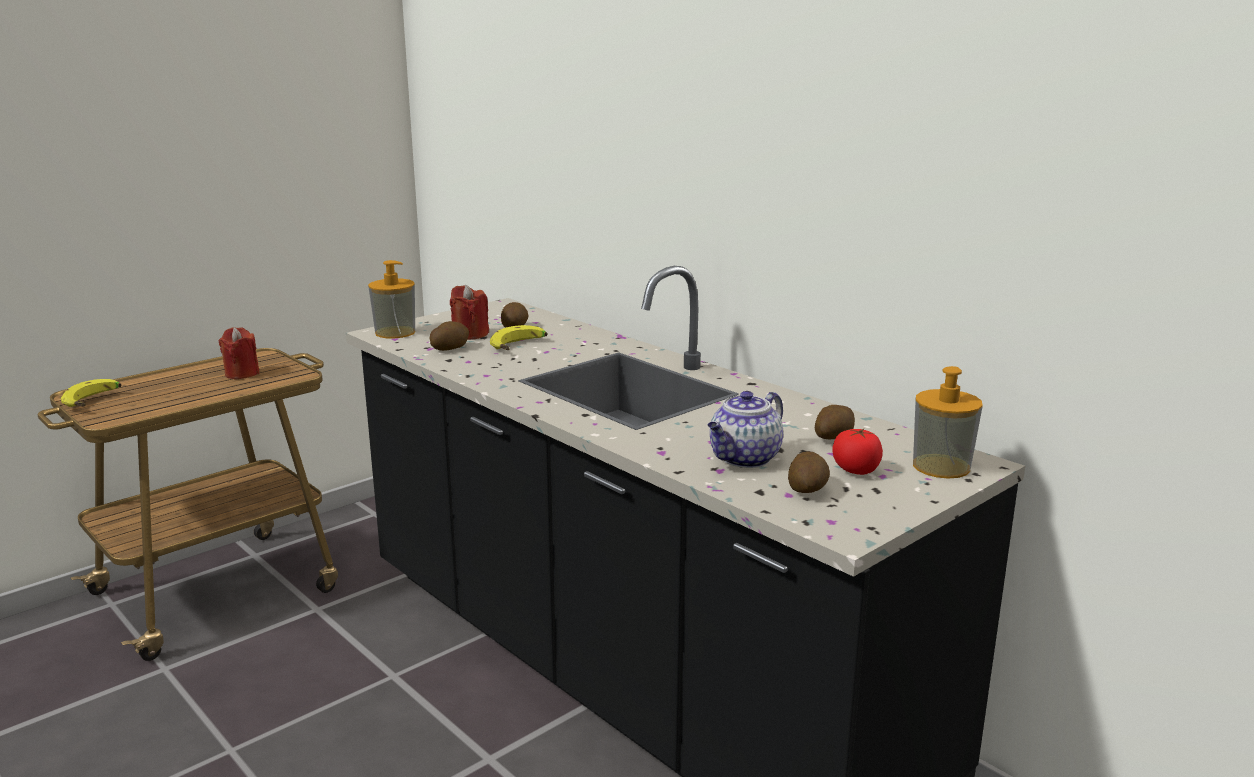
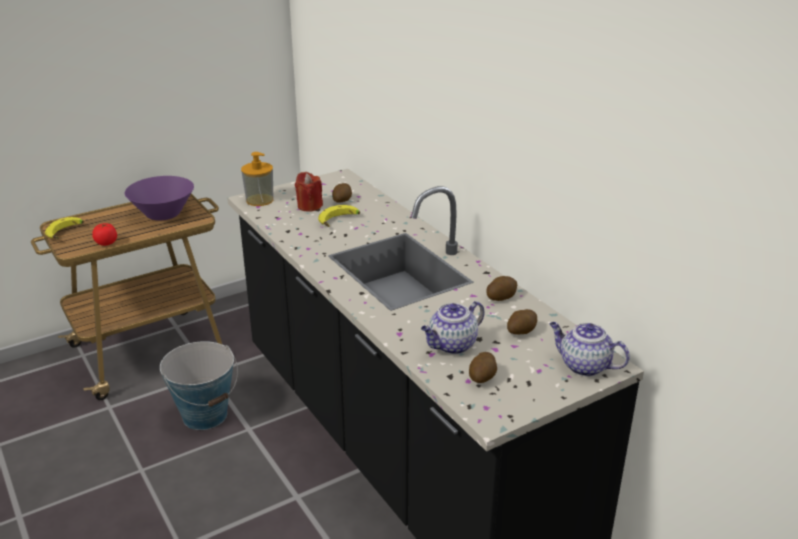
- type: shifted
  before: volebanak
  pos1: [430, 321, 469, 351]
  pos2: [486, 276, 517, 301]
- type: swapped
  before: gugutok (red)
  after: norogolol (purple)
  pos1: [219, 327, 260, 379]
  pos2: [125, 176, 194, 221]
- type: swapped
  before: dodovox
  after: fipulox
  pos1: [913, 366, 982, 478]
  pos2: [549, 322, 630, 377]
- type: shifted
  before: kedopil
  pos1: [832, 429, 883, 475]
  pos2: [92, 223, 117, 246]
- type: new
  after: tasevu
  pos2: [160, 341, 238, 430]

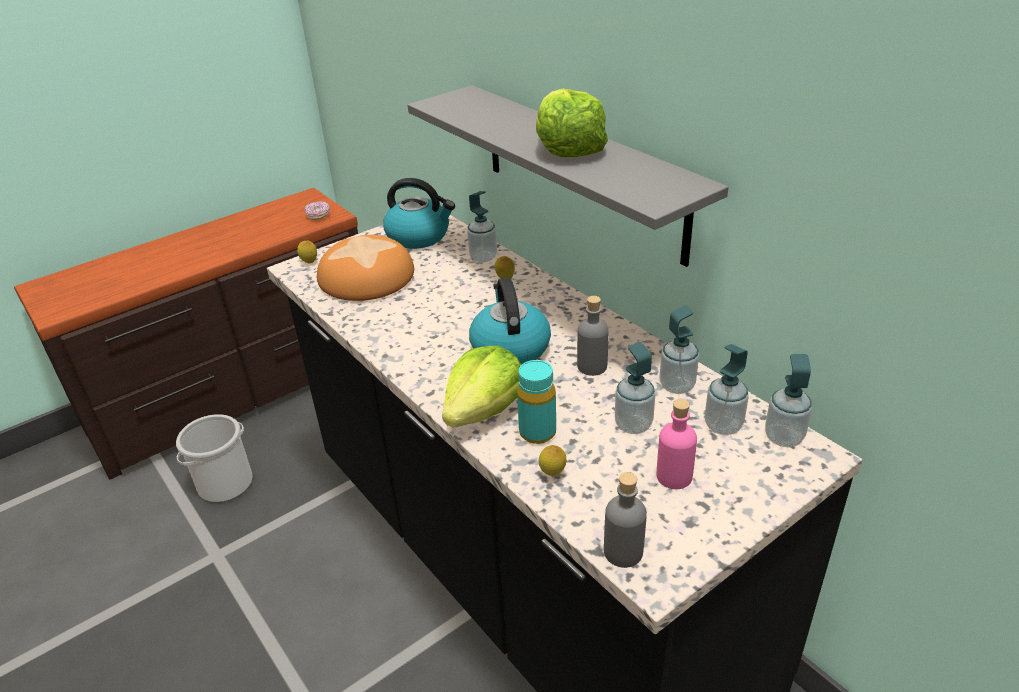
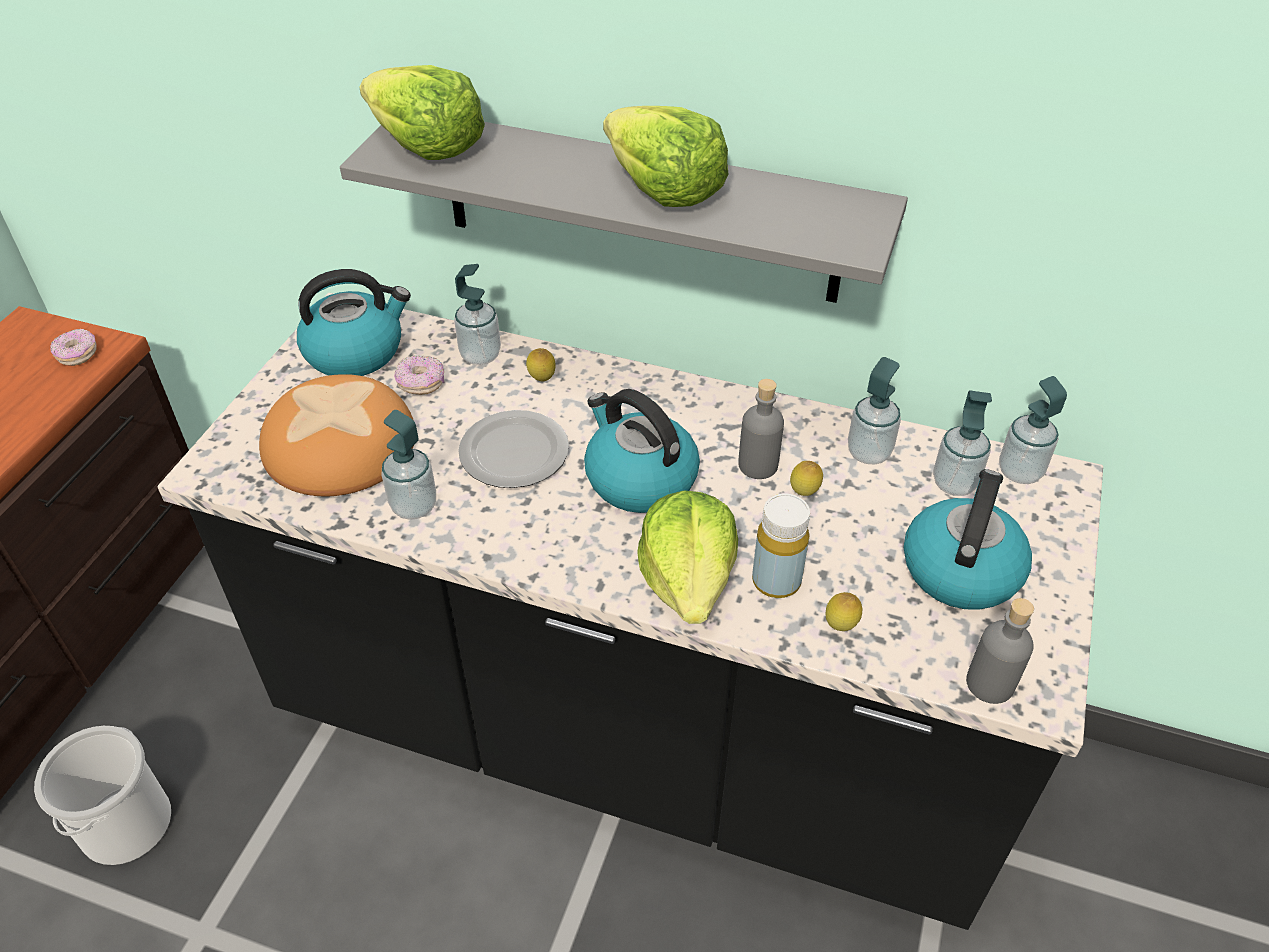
- type: shifted
  before: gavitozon
  pos1: [297, 241, 317, 264]
  pos2: [790, 461, 823, 496]
- type: shifted
  before: dodovox
  pos1: [615, 342, 655, 434]
  pos2: [382, 410, 436, 520]
- type: repainted
  before: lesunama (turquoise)
  after: lesunama (yellow)
  pos1: [517, 360, 556, 444]
  pos2: [752, 494, 810, 598]
- type: swapped
  before: lesunama (pink)
  after: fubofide
  pos1: [657, 399, 697, 489]
  pos2: [904, 469, 1032, 610]
- type: new
  after: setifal
  pos2: [359, 65, 485, 160]
- type: new
  after: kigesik
  pos2: [394, 355, 444, 395]
- type: new
  after: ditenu
  pos2: [458, 410, 569, 488]

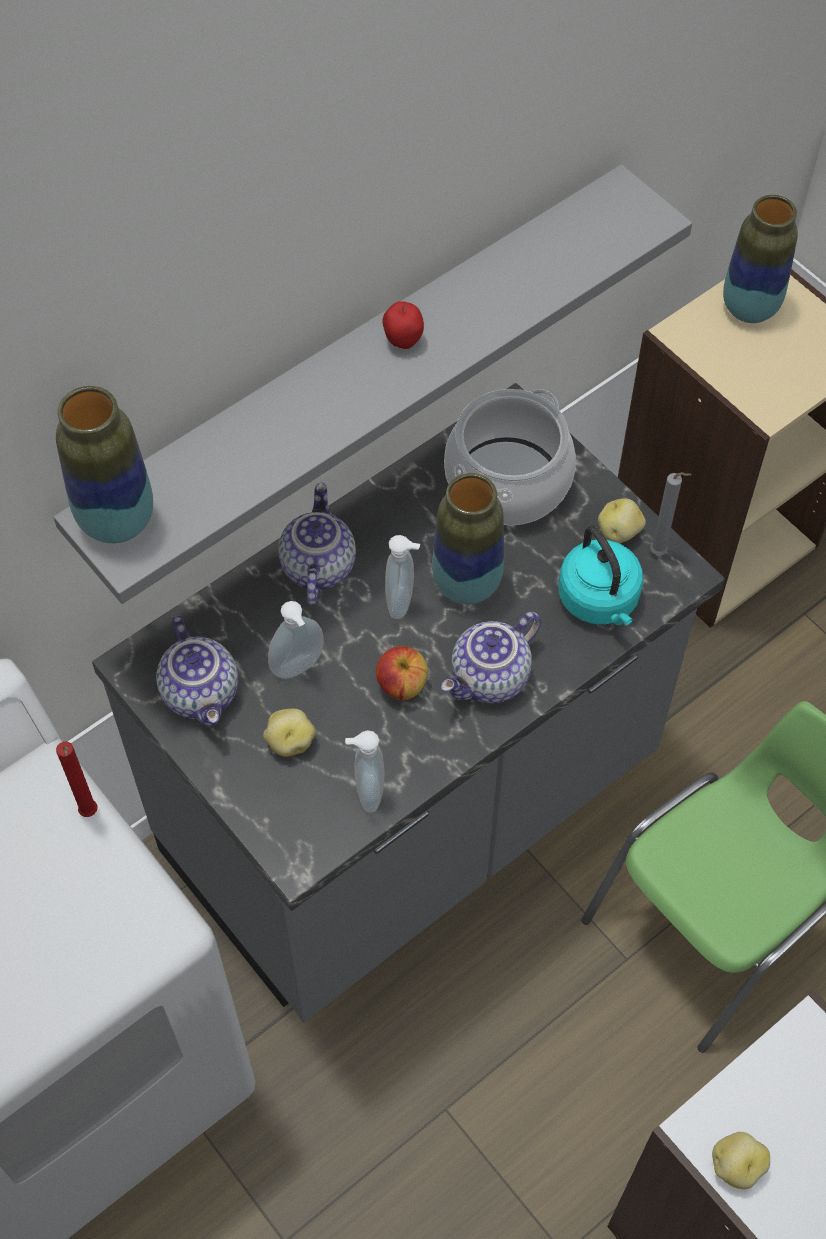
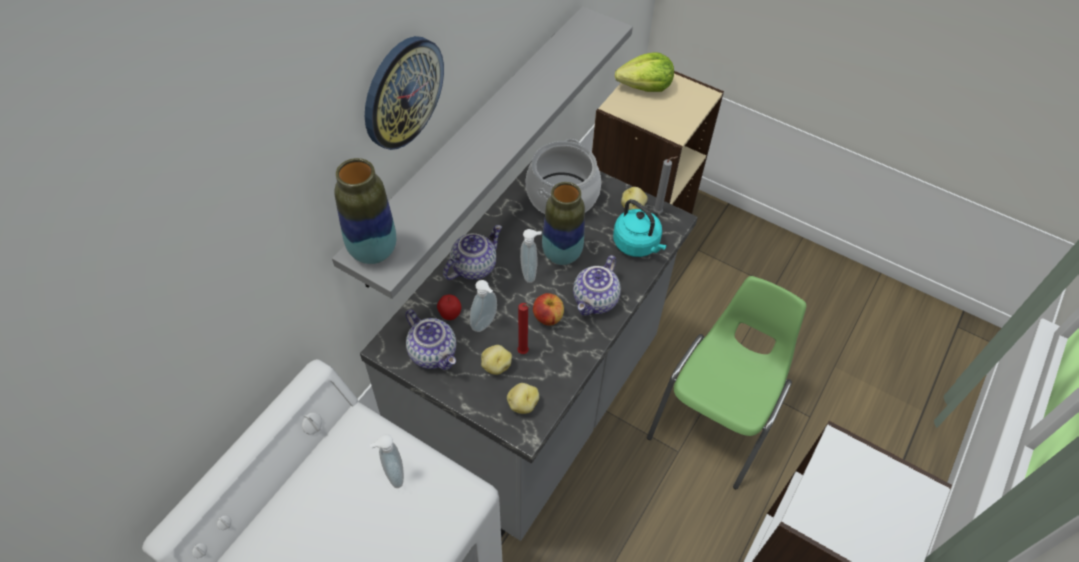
- type: swapped
  before: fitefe
  after: setifal
  pos1: [723, 195, 798, 323]
  pos2: [615, 52, 674, 92]
- type: shifted
  before: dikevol
  pos1: [382, 301, 424, 349]
  pos2: [437, 295, 461, 320]
- type: rotated
  before: fipulox
  pos1: [278, 483, 356, 605]
  pos2: [443, 225, 502, 280]
  turn: 60
- type: shifted
  before: dodovox
  pos1: [345, 730, 385, 813]
  pos2: [370, 434, 404, 488]
- type: shifted
  before: gugutok (red)
  pos1: [56, 742, 98, 817]
  pos2: [517, 303, 530, 354]
- type: shifted
  before: volebanak
  pos1: [712, 1132, 770, 1189]
  pos2: [507, 383, 539, 414]
- type: new
  after: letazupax
  pos2: [365, 36, 444, 150]

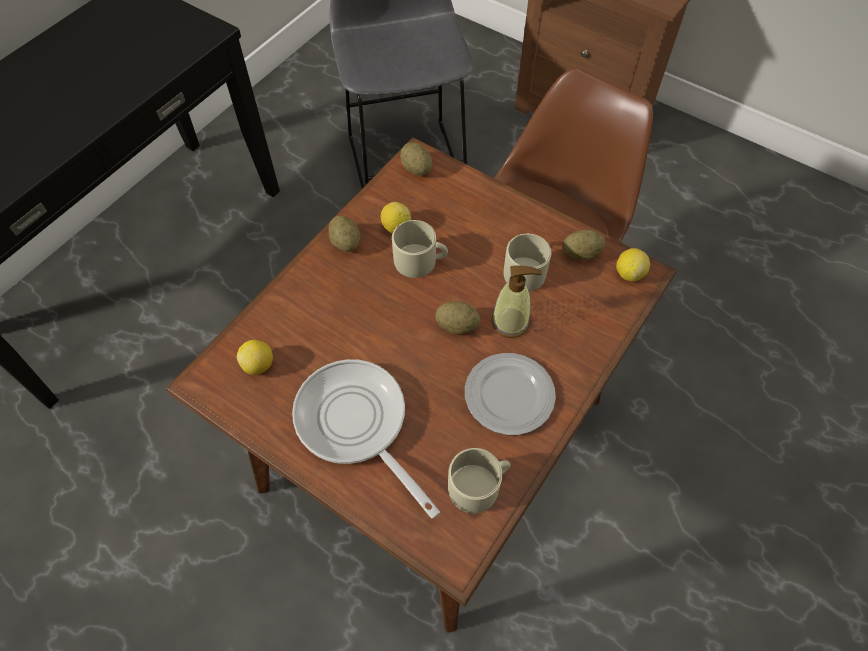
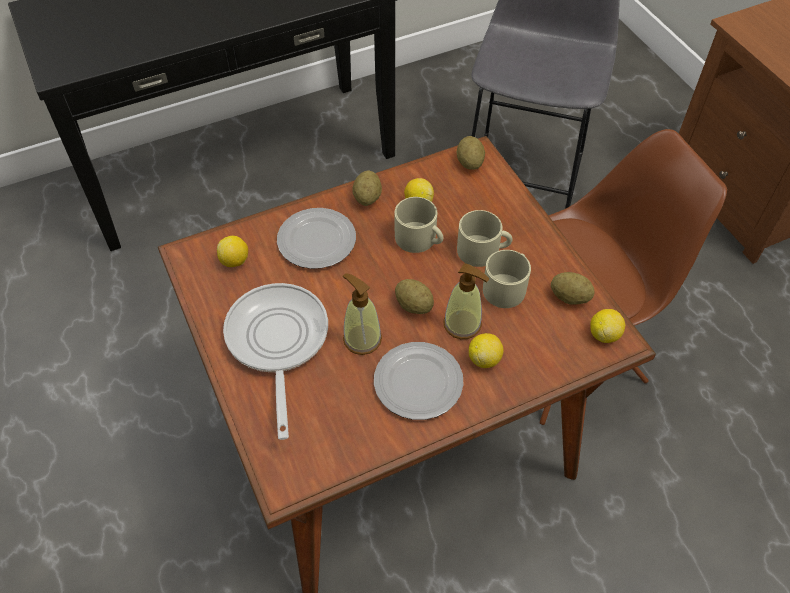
- type: shifted
  before: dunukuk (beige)
  pos1: [448, 448, 510, 514]
  pos2: [457, 210, 513, 267]
- type: new
  after: ditenu
  pos2: [277, 208, 356, 269]
- type: new
  after: dodovox
  pos2: [343, 273, 382, 355]
- type: new
  after: gavitozon
  pos2: [469, 333, 504, 368]

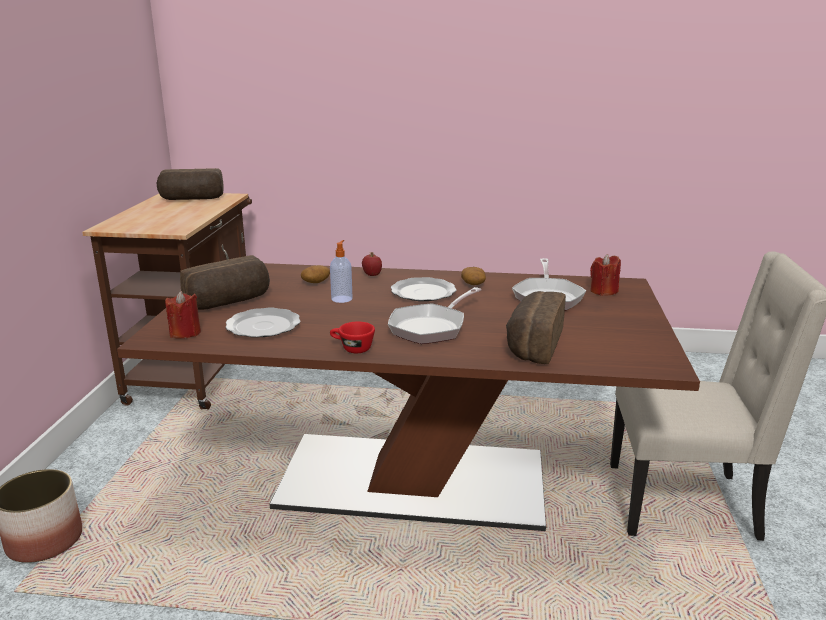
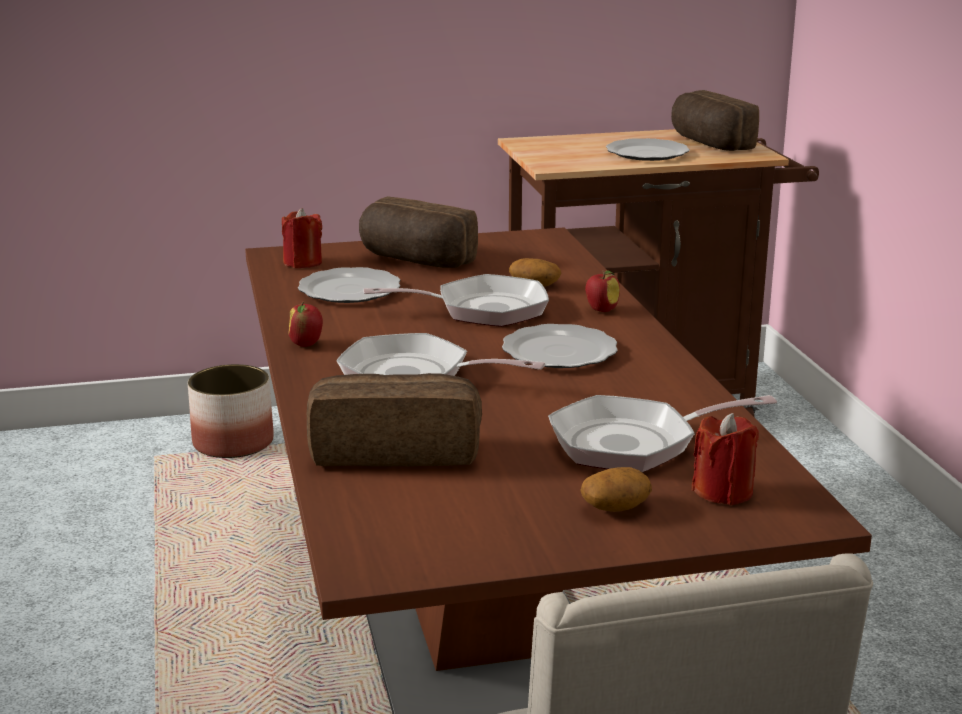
- type: swapped
  before: dodovox
  after: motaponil
  pos1: [330, 240, 353, 303]
  pos2: [363, 274, 549, 327]
- type: shifted
  before: volebanak
  pos1: [461, 267, 486, 285]
  pos2: [580, 467, 652, 512]
- type: swapped
  before: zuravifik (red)
  after: dikevol
  pos1: [330, 322, 375, 353]
  pos2: [288, 301, 323, 347]
- type: new
  after: ditenu
  pos2: [606, 138, 690, 161]

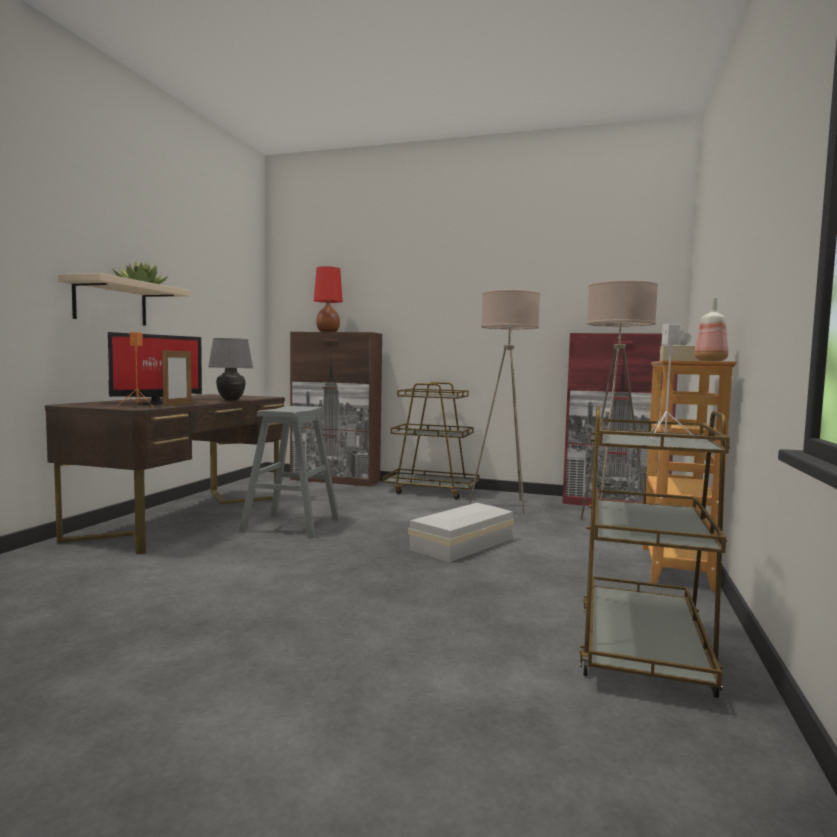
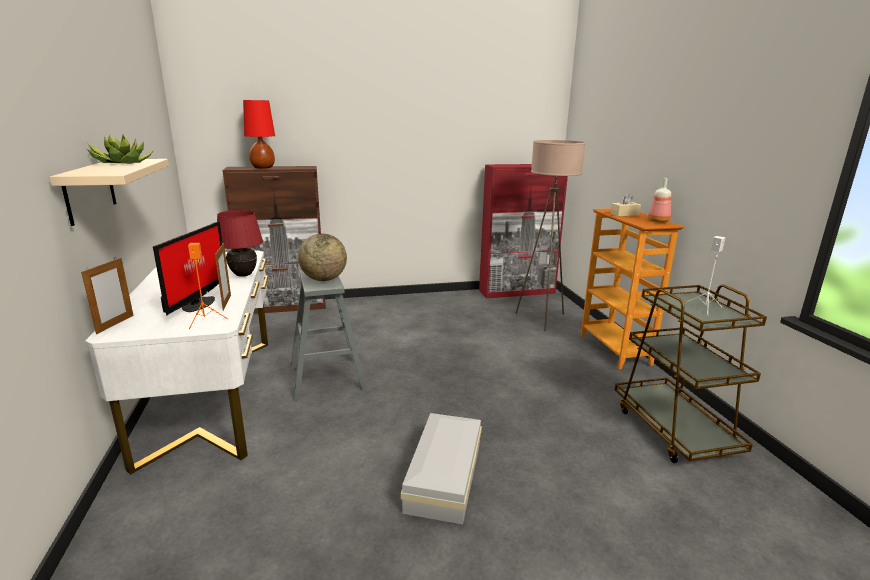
- type: gone
  before: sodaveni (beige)
  pos1: [469, 289, 540, 514]
- type: repainted
  before: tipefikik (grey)
  after: tipefikik (red)
  pos1: [208, 338, 253, 401]
  pos2: [217, 210, 263, 277]
- type: gone
  before: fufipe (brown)
  pos1: [382, 382, 480, 499]
- type: repainted
  before: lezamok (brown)
  after: lezamok (white)
  pos1: [45, 394, 285, 554]
  pos2: [85, 251, 269, 474]
- type: shifted
  before: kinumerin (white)
  pos1: [408, 503, 514, 562]
  pos2: [401, 413, 482, 524]
- type: new
  after: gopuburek
  pos2: [298, 234, 347, 281]
- type: new
  after: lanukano
  pos2: [81, 258, 134, 334]

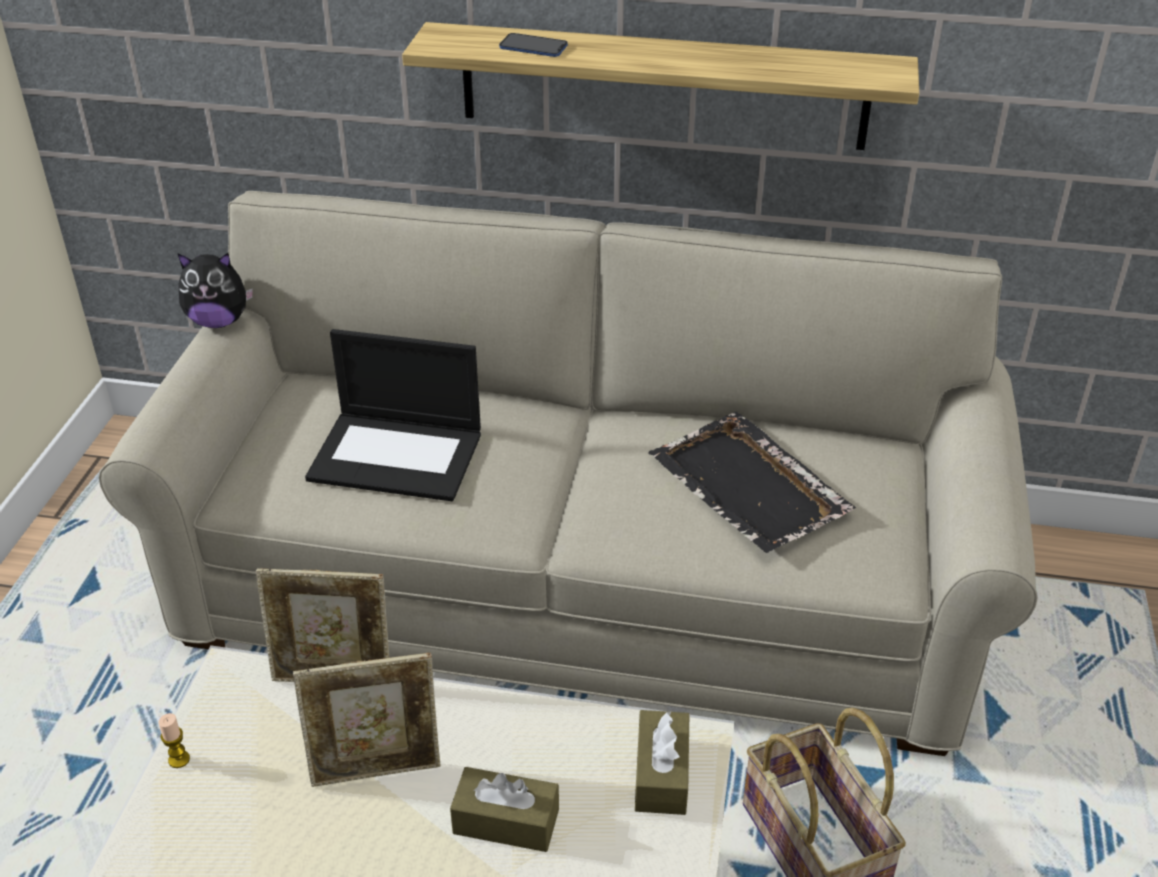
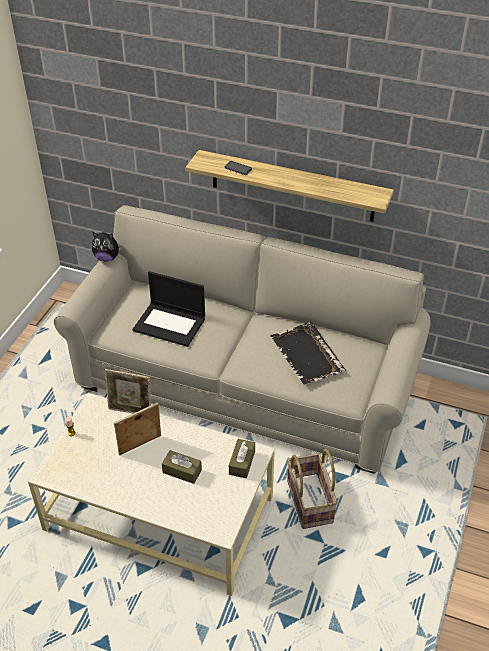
- type: rotated
  before: lanukano
  pos1: [293, 653, 441, 787]
  pos2: [114, 403, 161, 455]
  turn: 150

